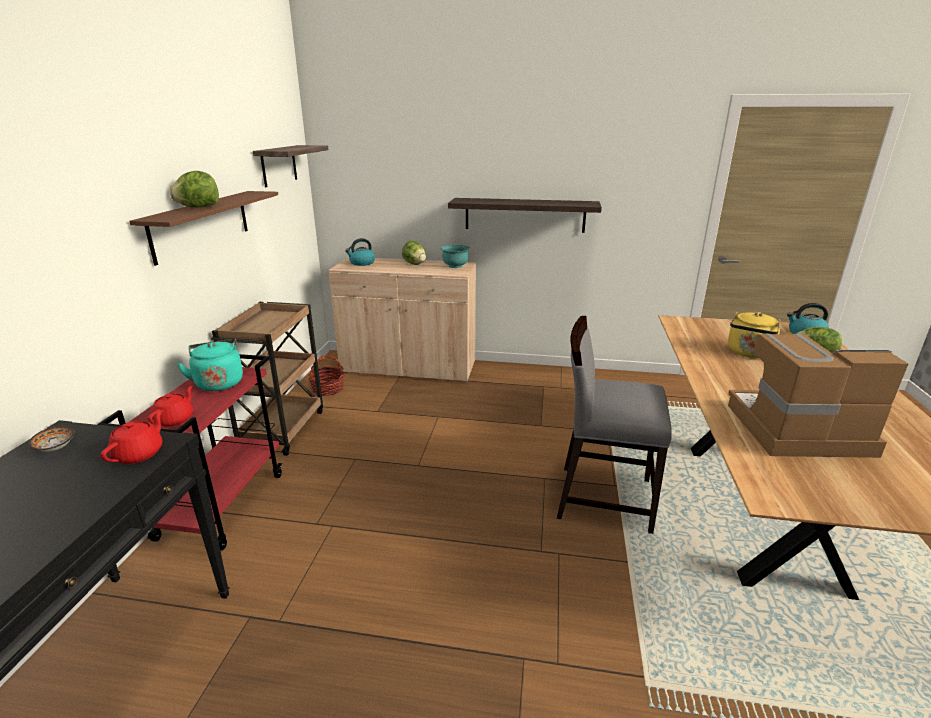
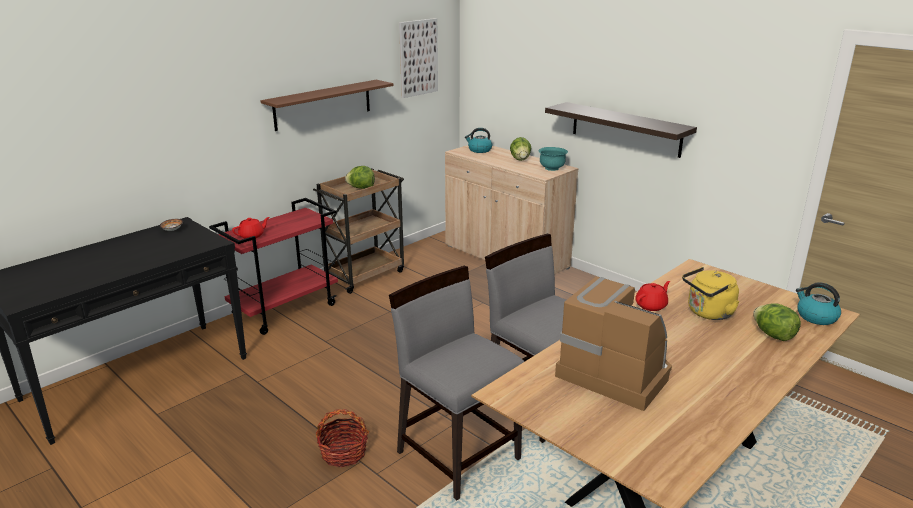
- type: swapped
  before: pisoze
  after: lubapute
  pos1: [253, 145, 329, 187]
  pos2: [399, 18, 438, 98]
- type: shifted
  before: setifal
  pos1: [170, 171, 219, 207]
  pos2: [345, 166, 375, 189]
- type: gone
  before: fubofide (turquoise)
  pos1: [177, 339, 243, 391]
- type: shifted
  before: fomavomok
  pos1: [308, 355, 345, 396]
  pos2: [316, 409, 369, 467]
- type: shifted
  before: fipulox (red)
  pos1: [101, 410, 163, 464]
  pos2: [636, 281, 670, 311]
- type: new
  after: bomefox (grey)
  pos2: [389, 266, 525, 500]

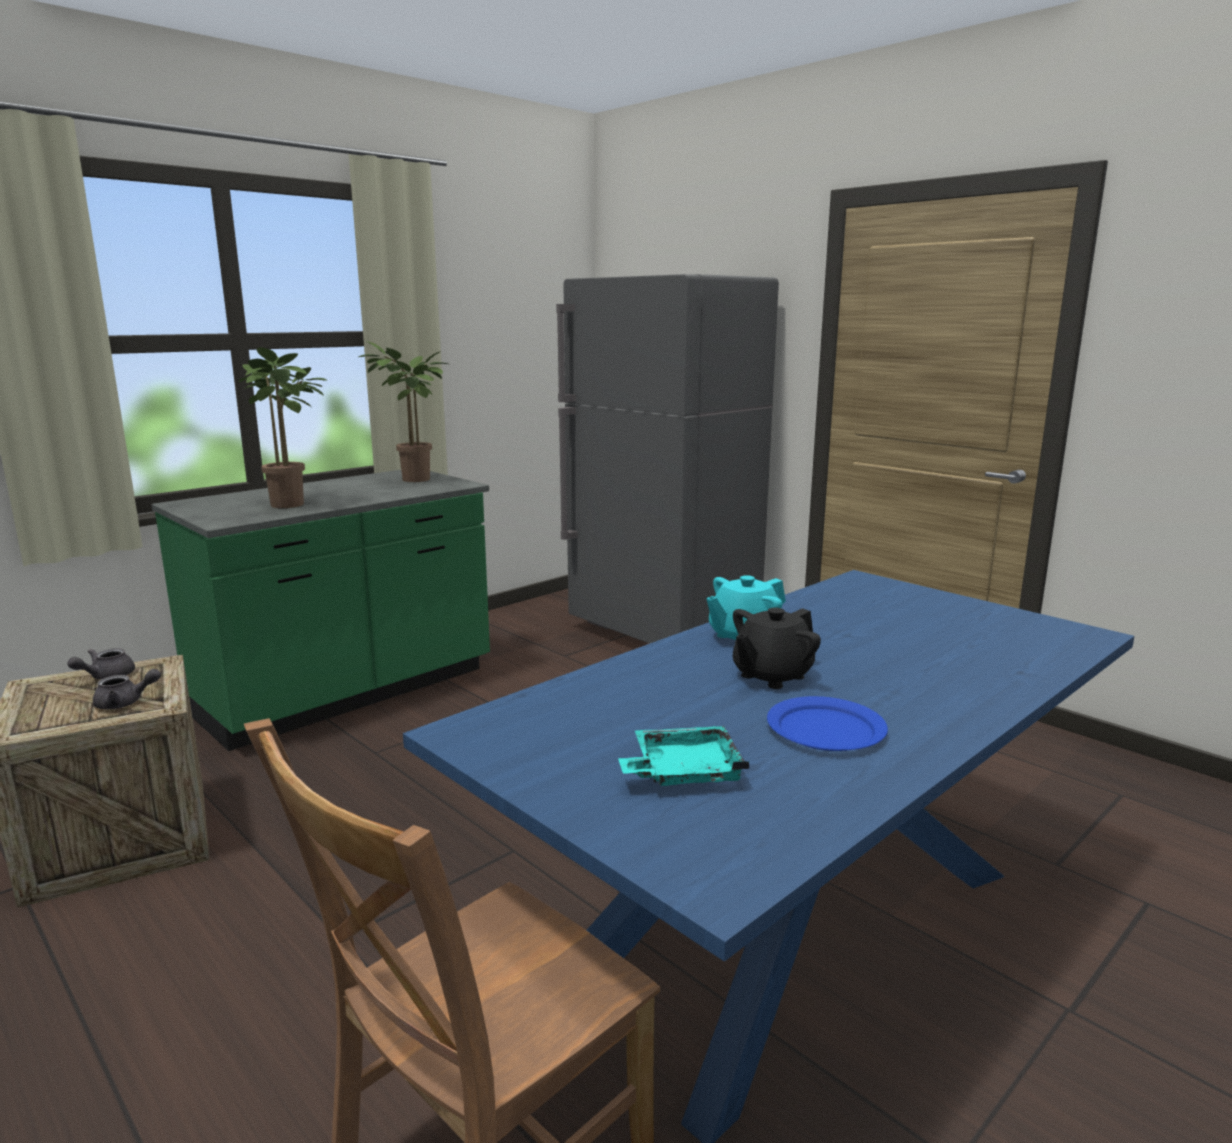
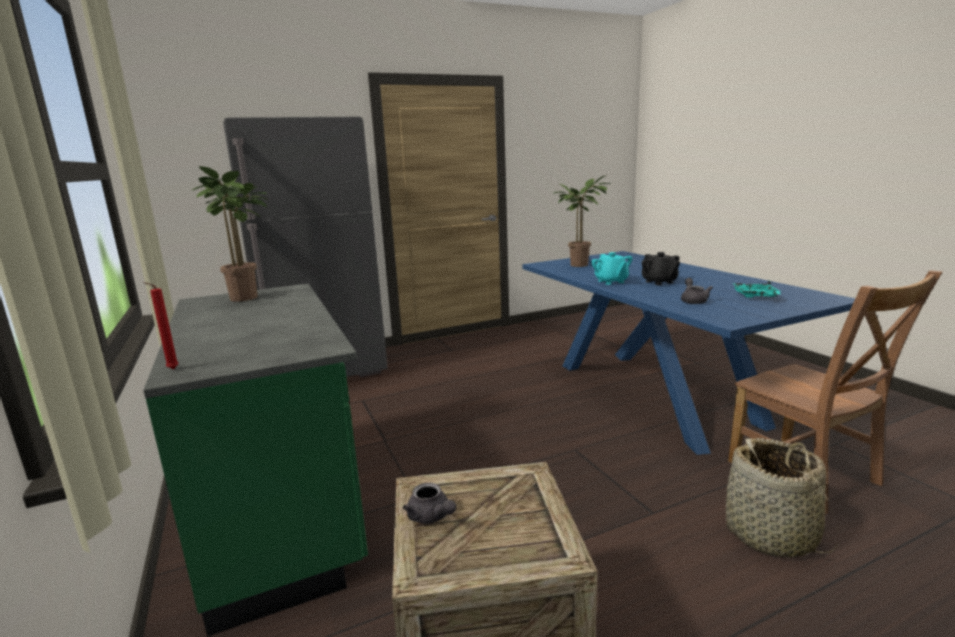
- type: shifted
  before: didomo
  pos1: [238, 347, 327, 508]
  pos2: [554, 175, 611, 267]
- type: shifted
  before: fipulox (grey)
  pos1: [93, 669, 161, 709]
  pos2: [681, 278, 713, 304]
- type: gone
  before: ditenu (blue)
  pos1: [767, 696, 888, 751]
- type: new
  after: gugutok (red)
  pos2: [144, 282, 179, 369]
- type: new
  after: fomavomok
  pos2: [726, 438, 839, 557]

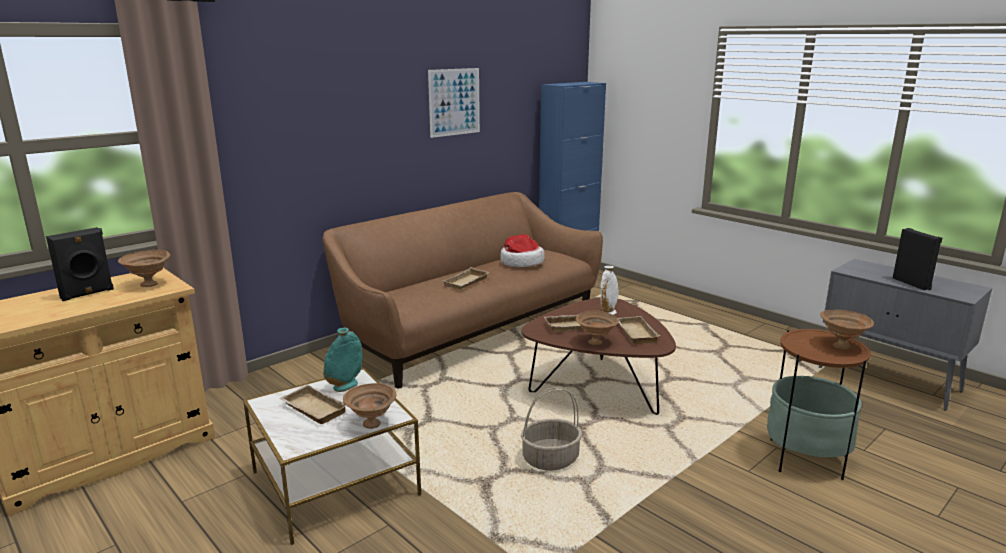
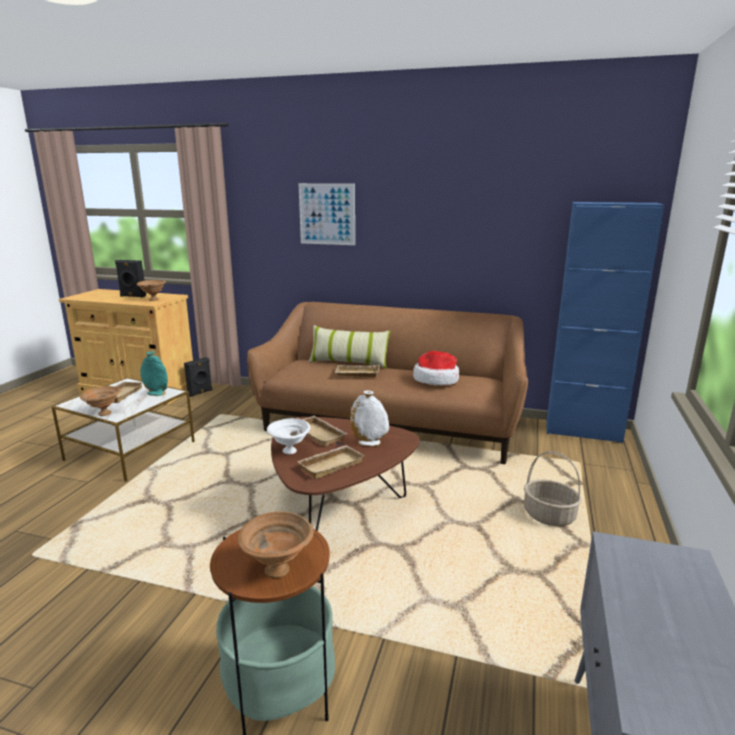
- type: shifted
  before: lubapute
  pos1: [428, 68, 480, 138]
  pos2: [299, 183, 355, 245]
- type: shifted
  before: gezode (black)
  pos1: [893, 228, 943, 290]
  pos2: [184, 357, 212, 397]
- type: repainted
  before: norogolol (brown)
  after: norogolol (white)
  pos1: [576, 310, 619, 345]
  pos2: [267, 418, 310, 454]
- type: shifted
  before: fomavomok
  pos1: [521, 387, 582, 470]
  pos2: [524, 451, 582, 526]
- type: new
  after: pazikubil
  pos2: [308, 325, 390, 369]

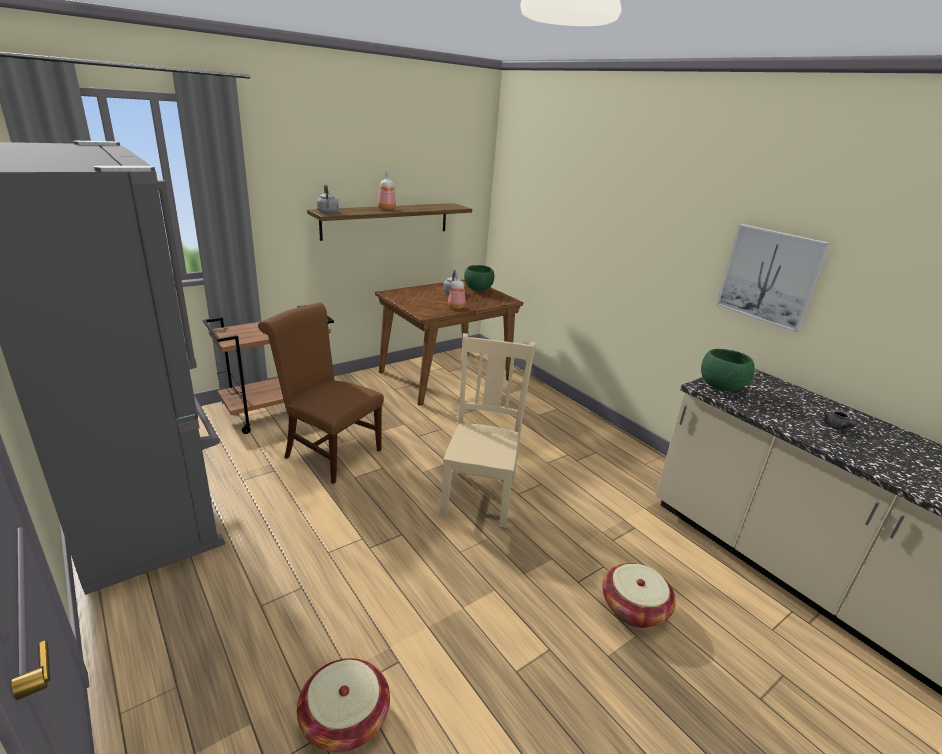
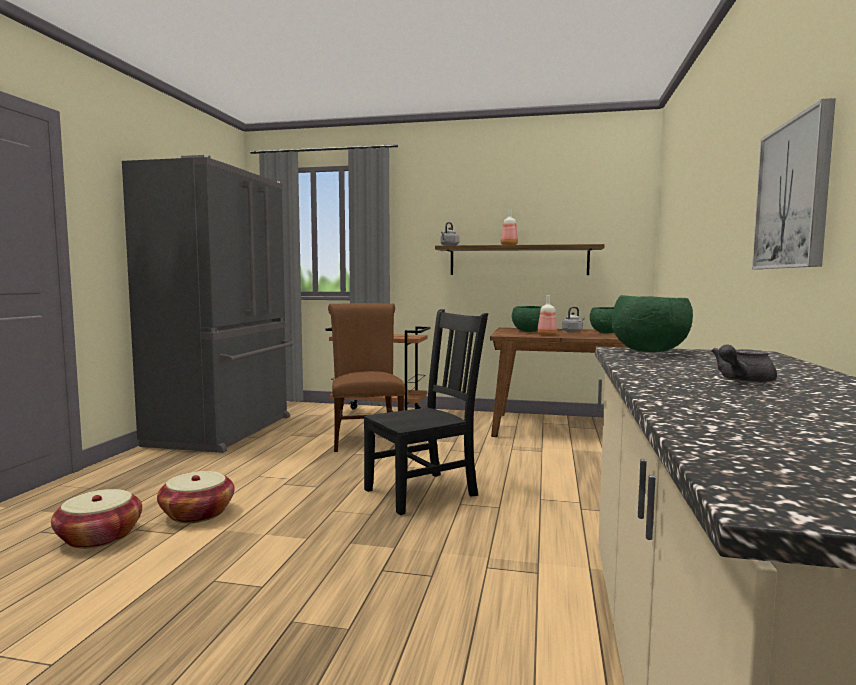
- type: repainted
  before: bomefox (beige)
  after: bomefox (black)
  pos1: [440, 333, 536, 528]
  pos2: [363, 309, 488, 515]
- type: shifted
  before: fomavomok
  pos1: [602, 563, 676, 628]
  pos2: [157, 471, 235, 523]
- type: new
  after: norogolol (green)
  pos2: [512, 306, 541, 332]

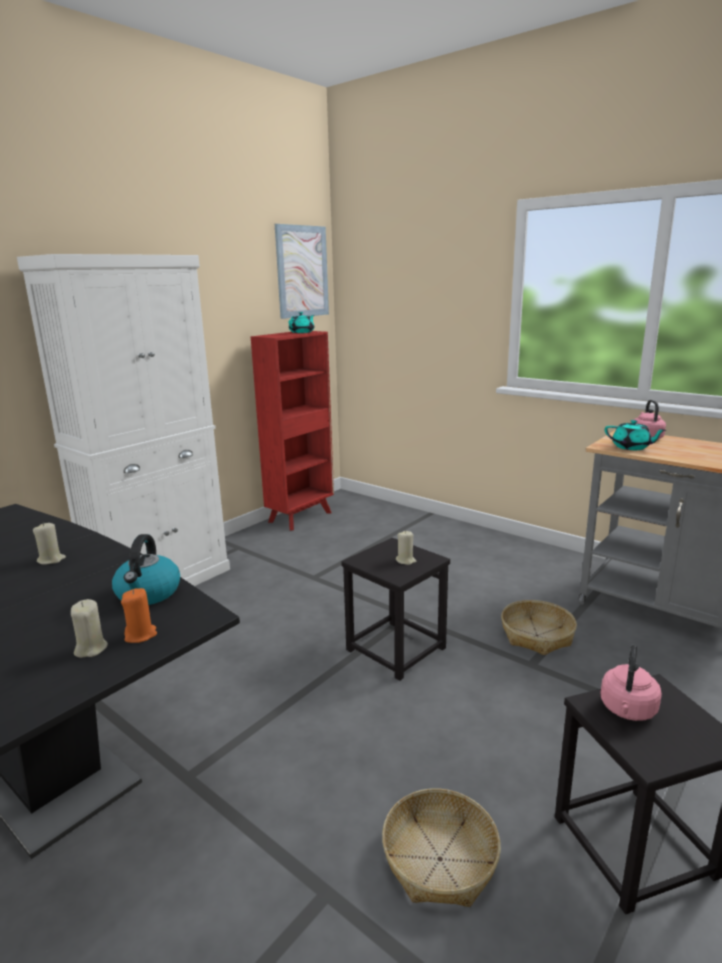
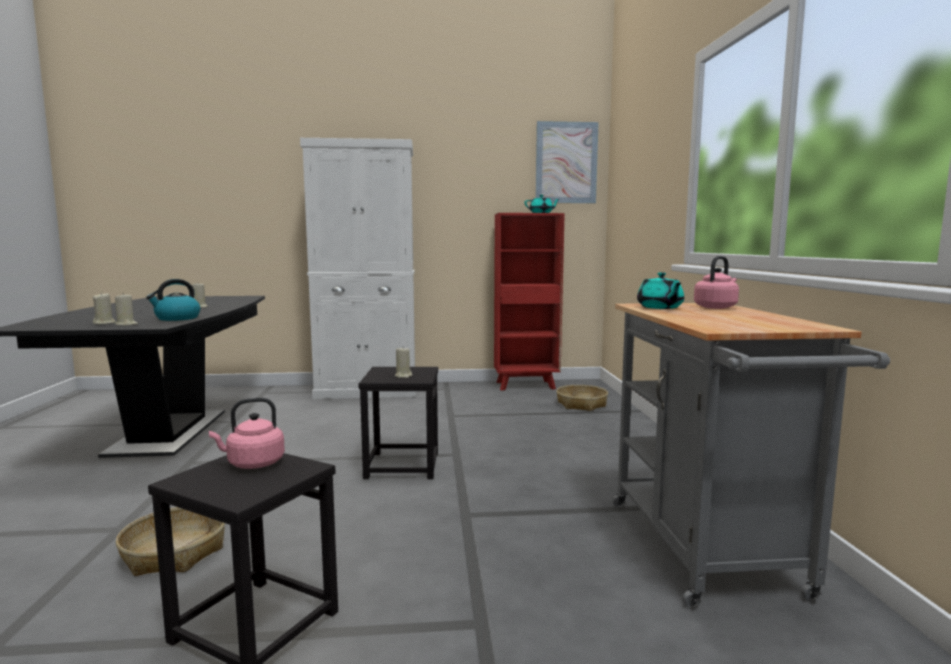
- type: repainted
  before: gugutok (orange)
  after: gugutok (beige)
  pos1: [121, 588, 157, 643]
  pos2: [115, 293, 138, 326]
- type: shifted
  before: fomavomok
  pos1: [501, 600, 577, 655]
  pos2: [556, 385, 608, 411]

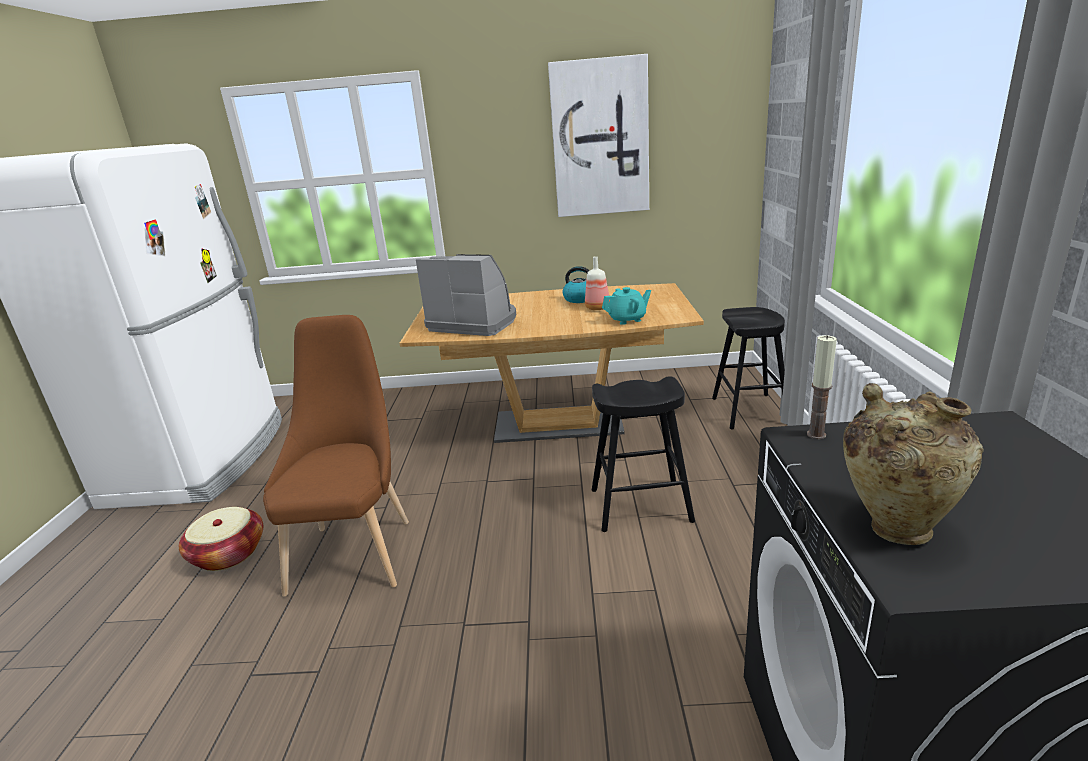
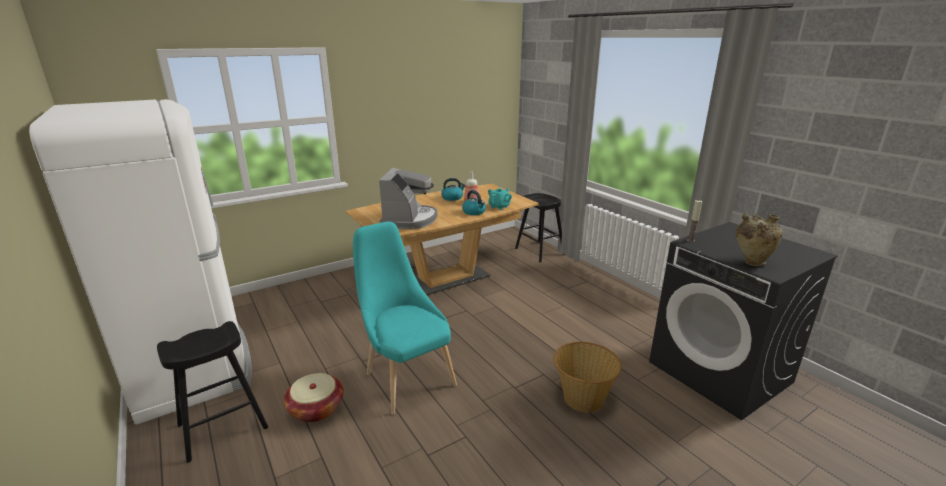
- type: gone
  before: lubapute
  pos1: [548, 54, 649, 217]
- type: rotated
  before: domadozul
  pos1: [416, 254, 516, 336]
  pos2: [379, 168, 437, 229]
  turn: 105
- type: repainted
  before: bomefox (brown)
  after: bomefox (turquoise)
  pos1: [263, 315, 409, 597]
  pos2: [353, 222, 457, 414]
- type: shifted
  before: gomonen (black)
  pos1: [591, 376, 695, 532]
  pos2: [157, 321, 268, 463]
- type: new
  after: fubofide
  pos2: [462, 190, 486, 215]
- type: new
  after: fomavomok
  pos2: [553, 342, 622, 412]

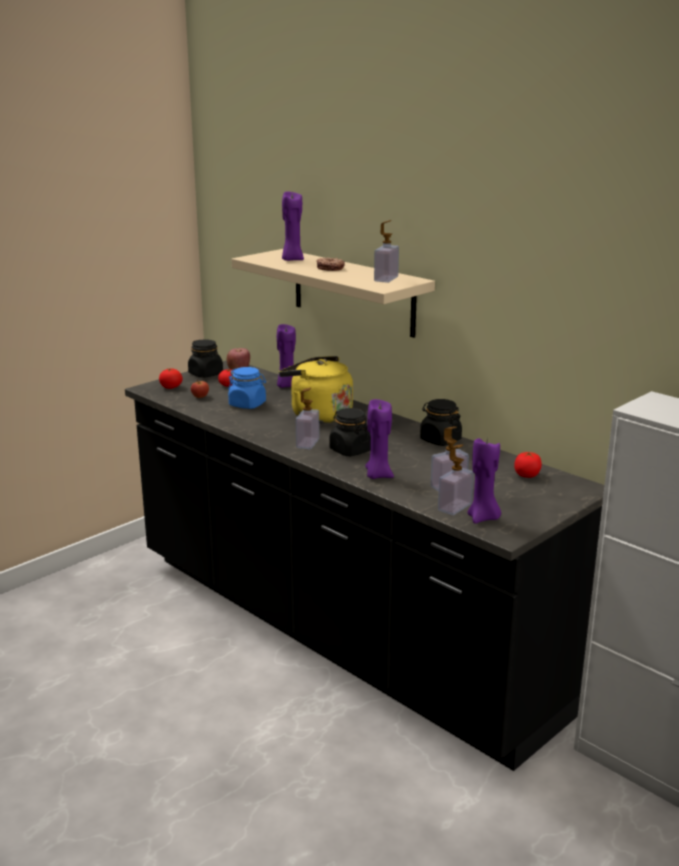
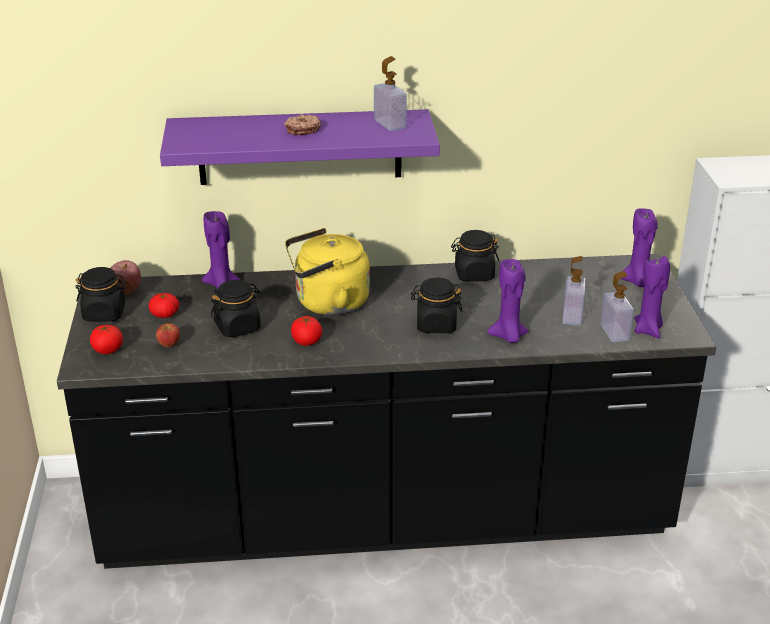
- type: shifted
  before: gugutok (purple)
  pos1: [282, 192, 304, 261]
  pos2: [621, 208, 658, 287]
- type: repainted
  before: pisoze (beige)
  after: pisoze (purple)
  pos1: [232, 249, 435, 338]
  pos2: [160, 109, 440, 185]
- type: repainted
  before: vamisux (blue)
  after: vamisux (black)
  pos1: [228, 367, 266, 409]
  pos2: [211, 280, 262, 337]
- type: gone
  before: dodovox
  pos1: [296, 388, 319, 449]
- type: shifted
  before: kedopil
  pos1: [514, 452, 542, 478]
  pos2: [291, 316, 322, 346]

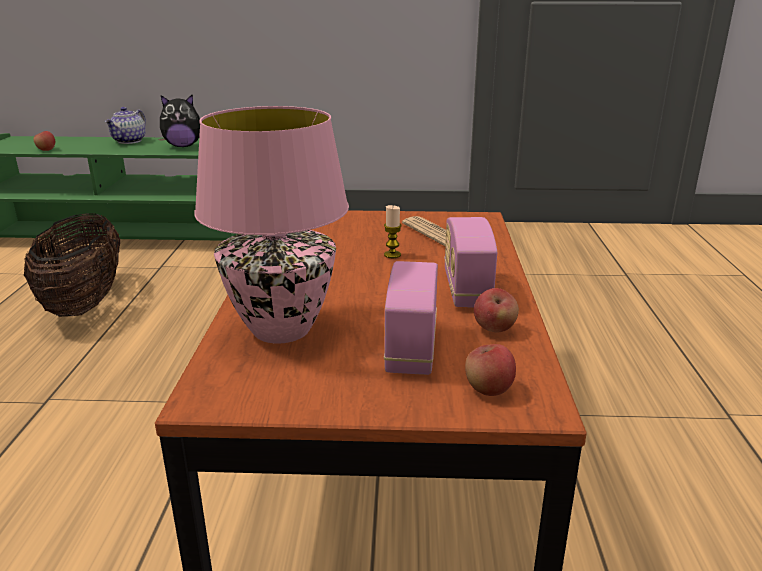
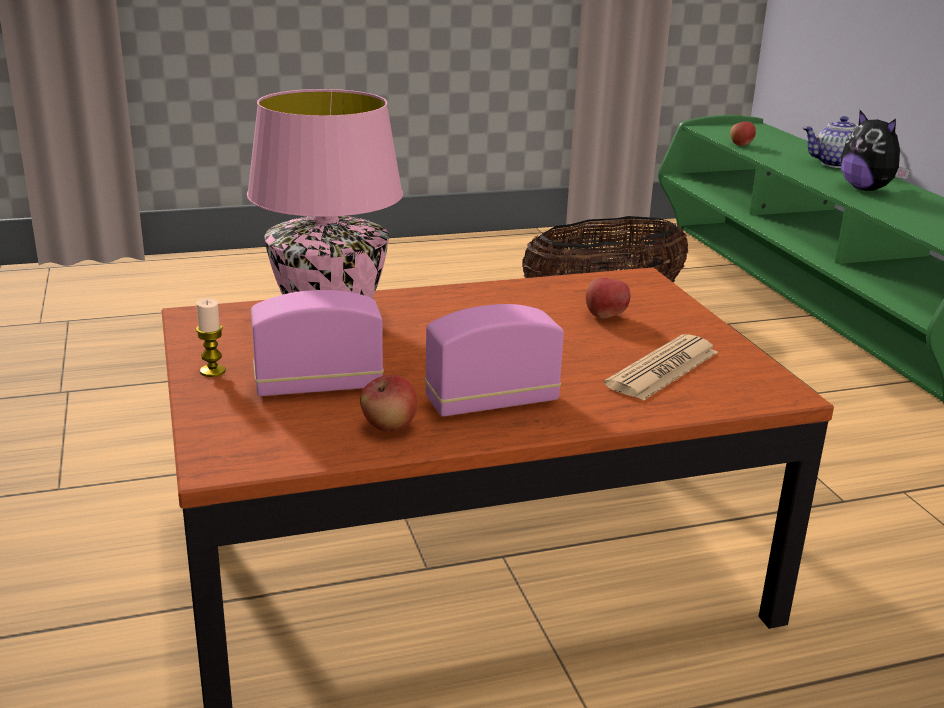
- type: shifted
  before: gugutok
  pos1: [384, 205, 402, 258]
  pos2: [196, 298, 226, 377]
- type: shifted
  before: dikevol
  pos1: [465, 344, 516, 396]
  pos2: [585, 278, 630, 319]

